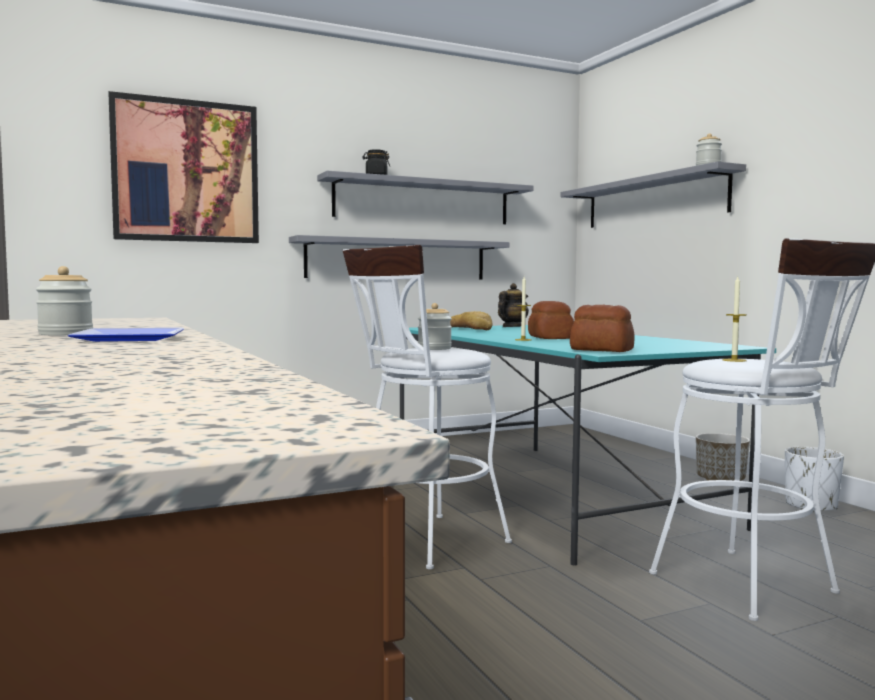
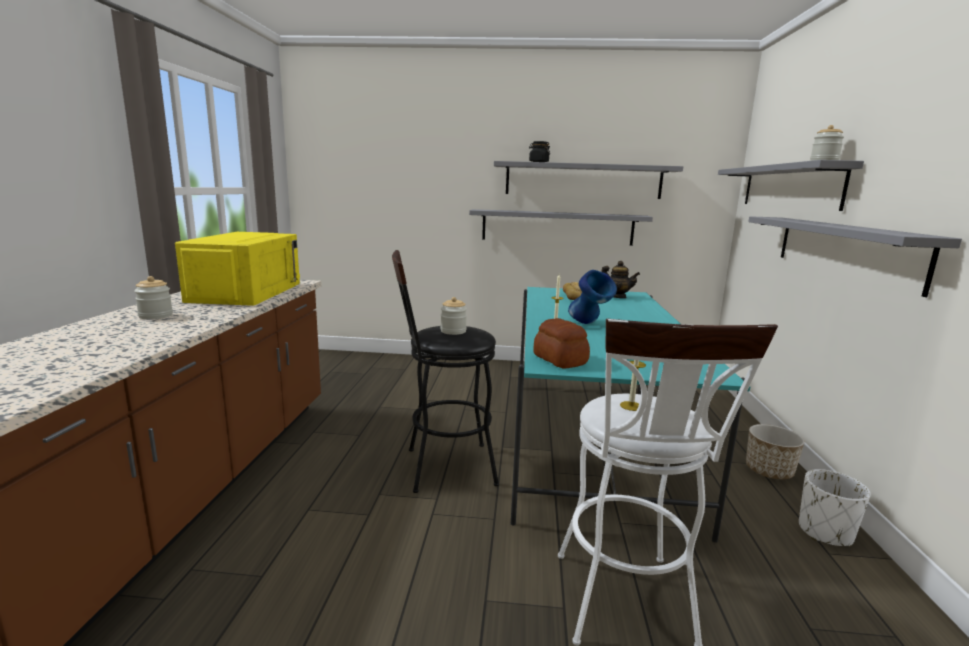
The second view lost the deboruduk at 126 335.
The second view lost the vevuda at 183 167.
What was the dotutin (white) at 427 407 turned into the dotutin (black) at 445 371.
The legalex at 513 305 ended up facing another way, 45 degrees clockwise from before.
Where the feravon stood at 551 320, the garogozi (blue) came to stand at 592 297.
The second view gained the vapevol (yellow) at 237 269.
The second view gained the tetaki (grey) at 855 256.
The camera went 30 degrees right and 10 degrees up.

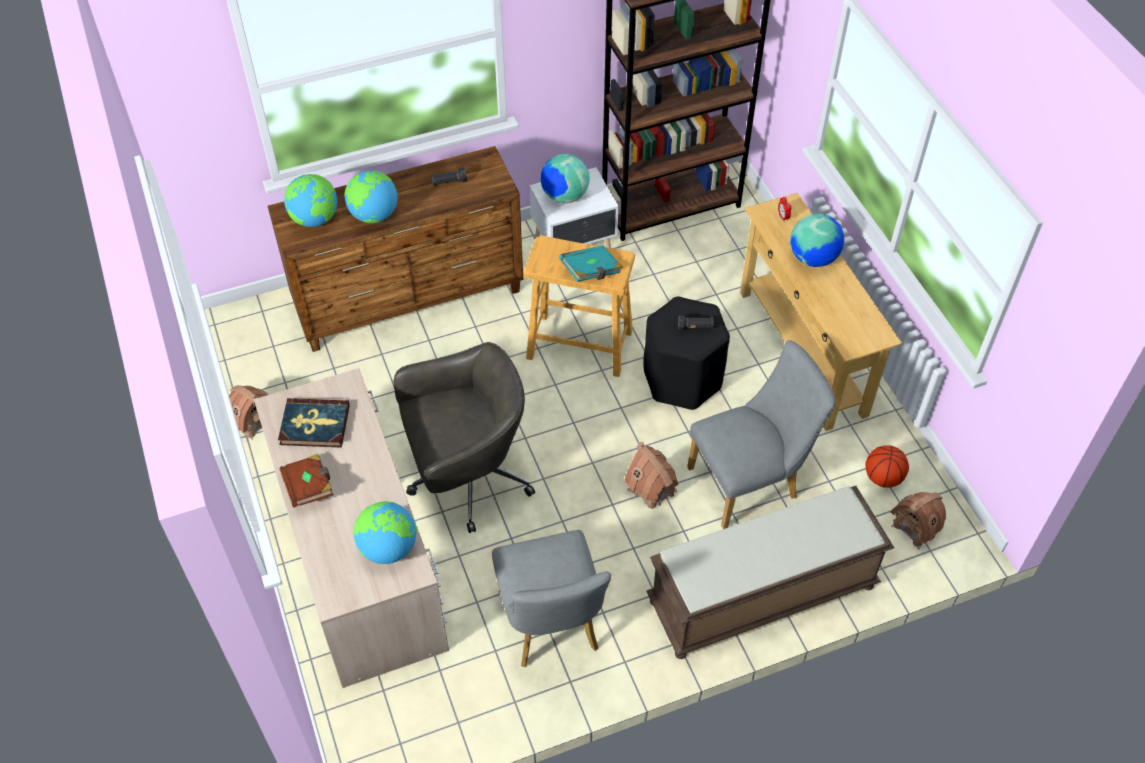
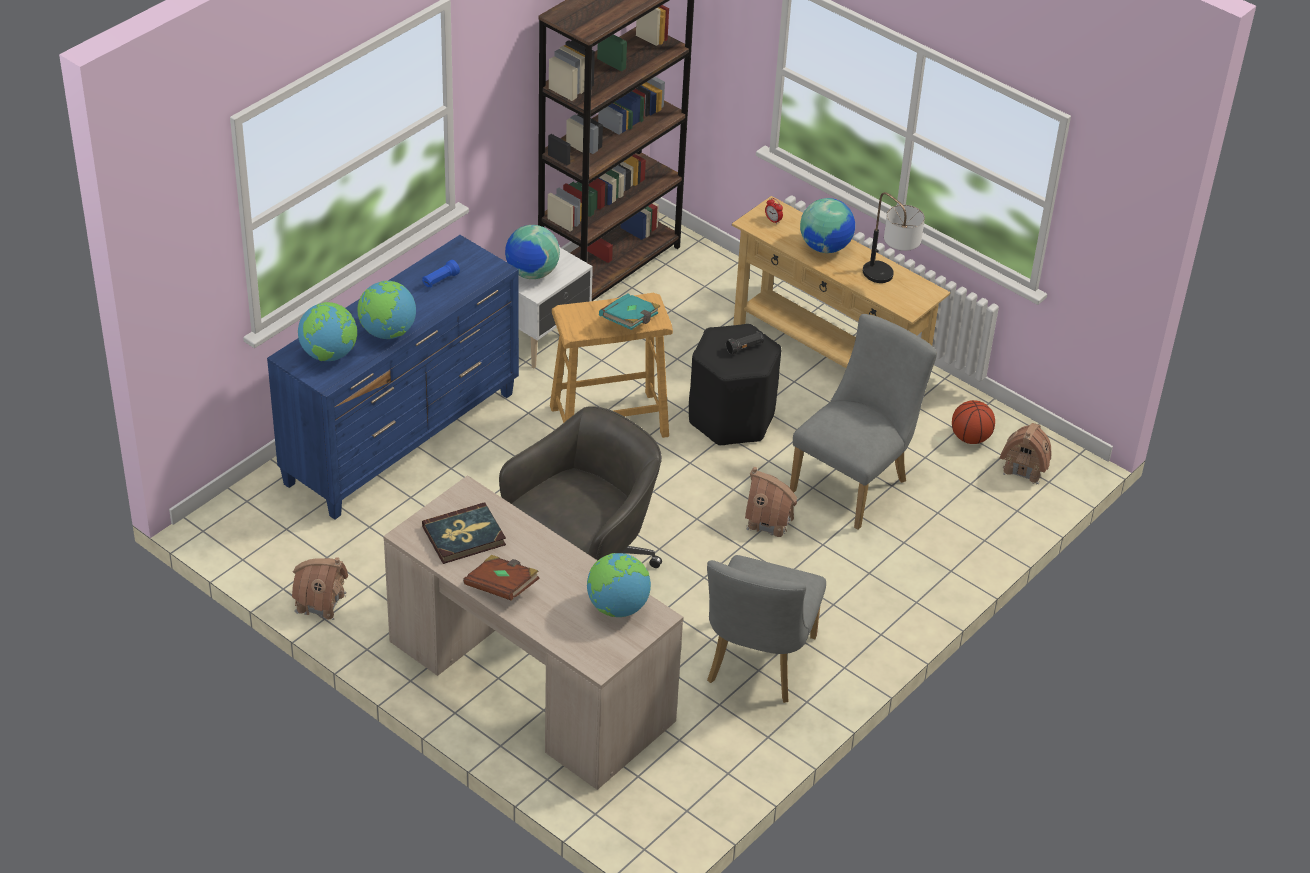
What was the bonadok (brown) at 395 249 turned into the bonadok (blue) at 393 377.
What was the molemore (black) at 449 177 turned into the molemore (blue) at 441 274.
The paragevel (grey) at 551 598 ended up facing another way, 60 degrees clockwise from before.
The second view lost the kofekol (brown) at 770 572.
The second view gained the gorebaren at 894 237.
The camera went 30 degrees left and 10 degrees down.

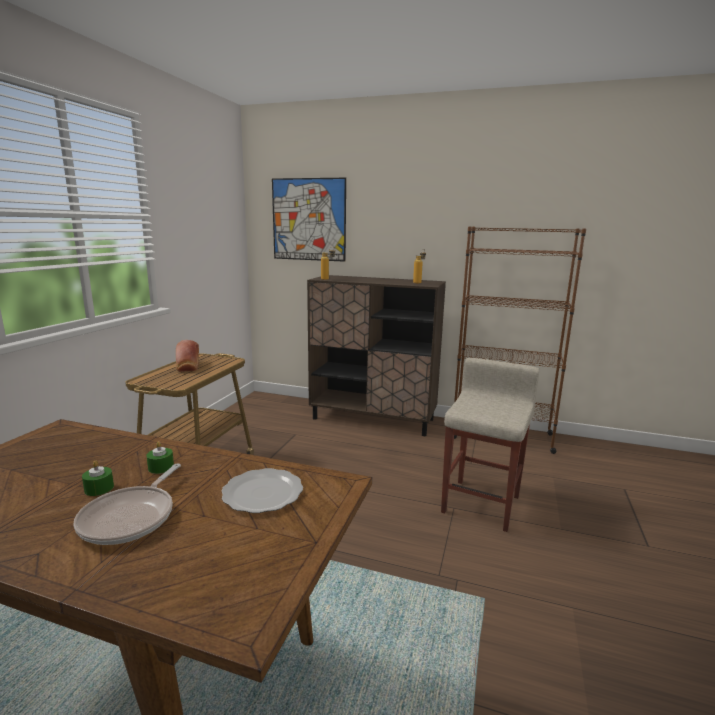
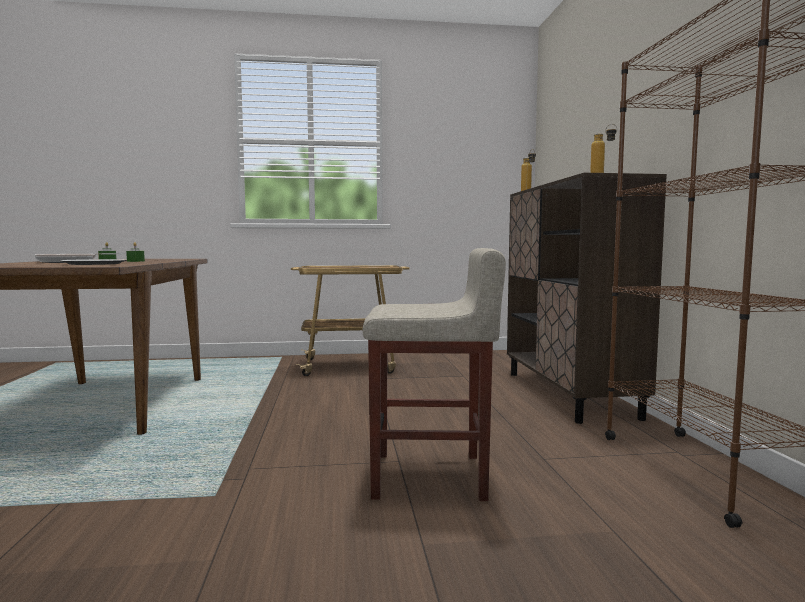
The second view lost the feravon at 187 356.
The second view lost the vevuda at 309 220.
The camera went 65 degrees right and 10 degrees down.

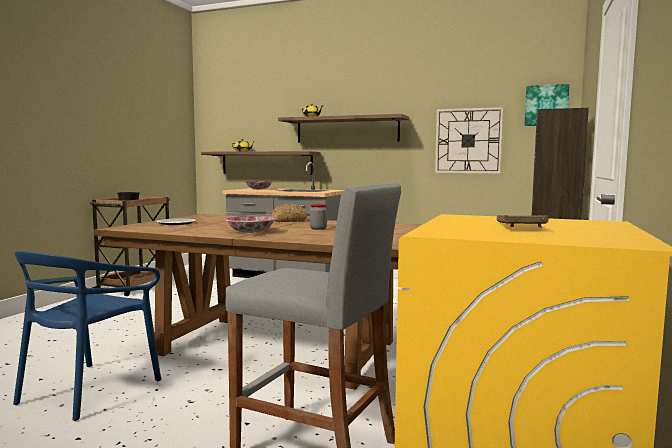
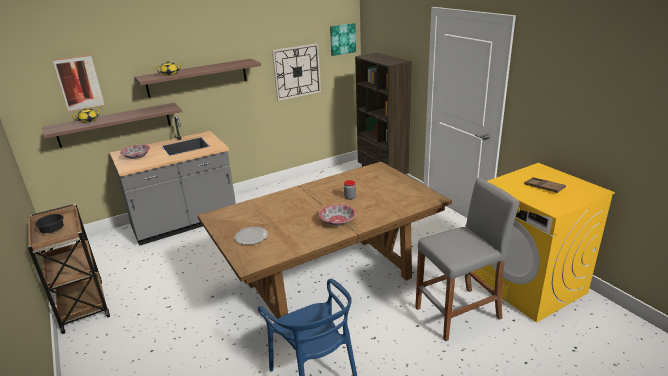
The second view lost the feravon at 289 212.
The second view gained the vevuda at 79 83.
The camera went 50 degrees left and 20 degrees up.

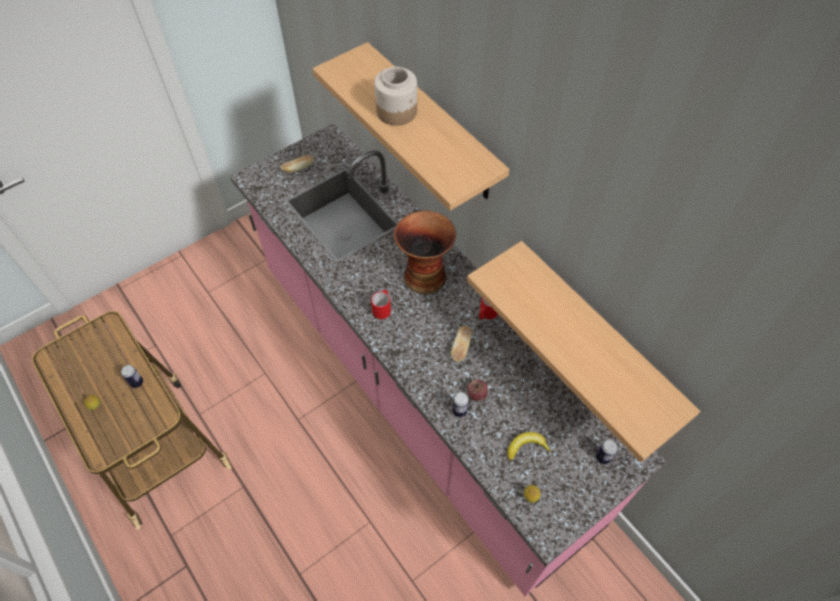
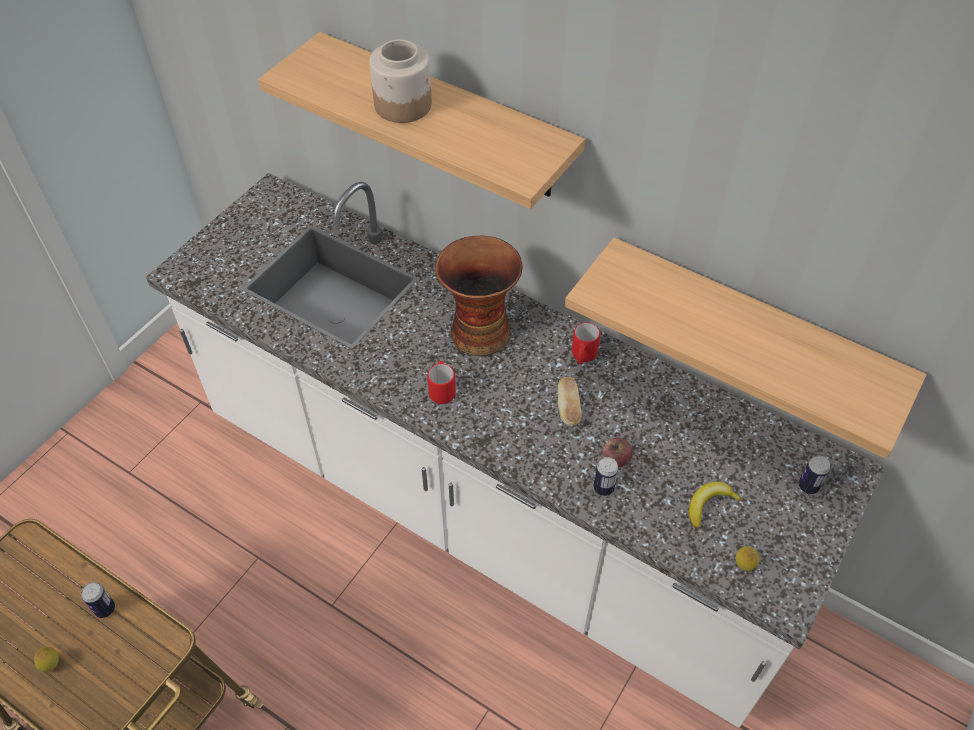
What was the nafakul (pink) at 448 360 turned into the nafakul (white) at 515 450.
The second view lost the feravon at 297 164.
The camera went 20 degrees left and 5 degrees down.

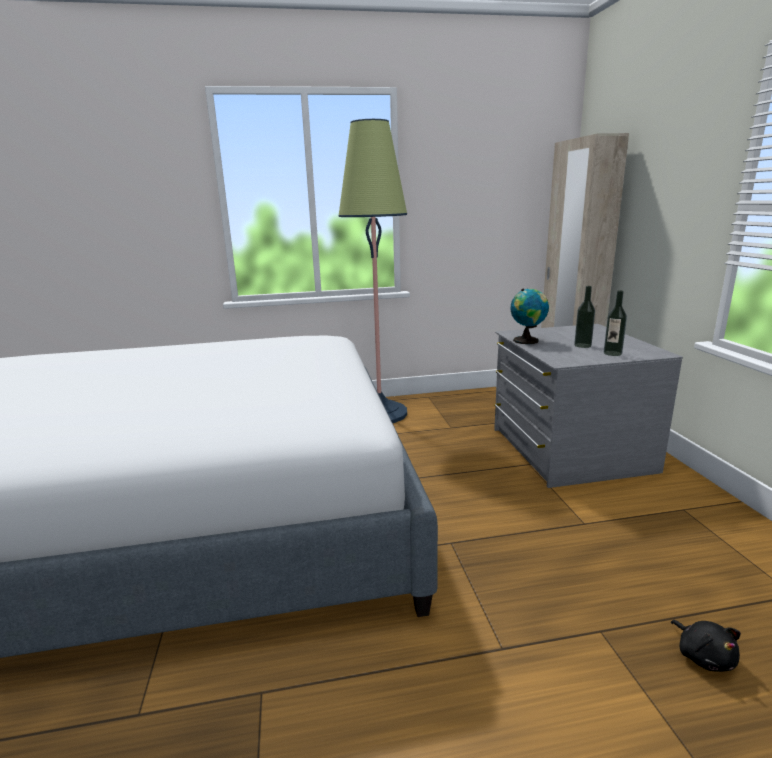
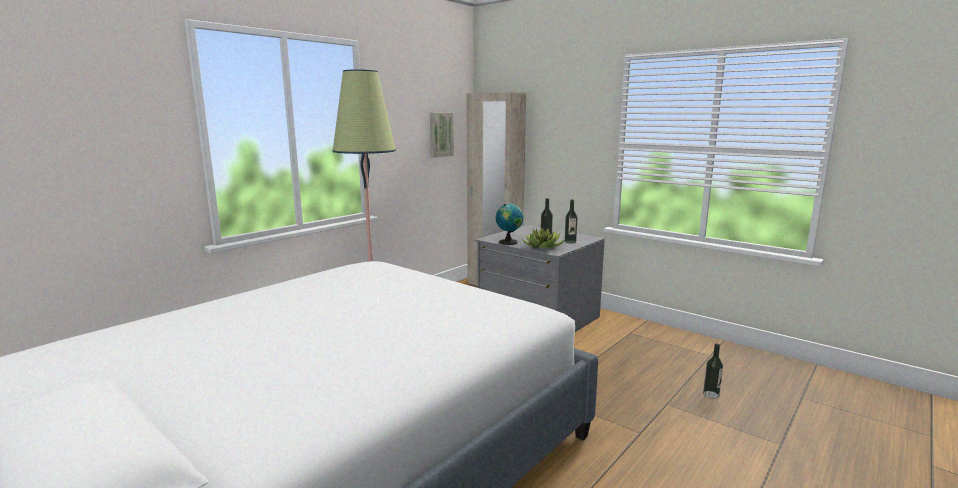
Where the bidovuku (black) stood at 706 646, the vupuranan came to stand at 713 371.
The second view gained the vevuda at 442 135.
The second view gained the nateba at 543 238.
The camera went 40 degrees left and 5 degrees down.

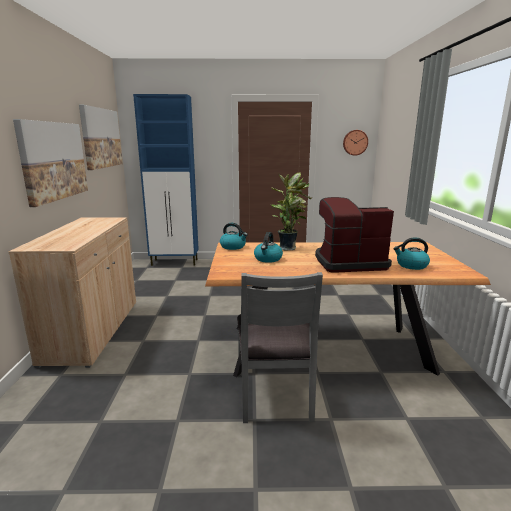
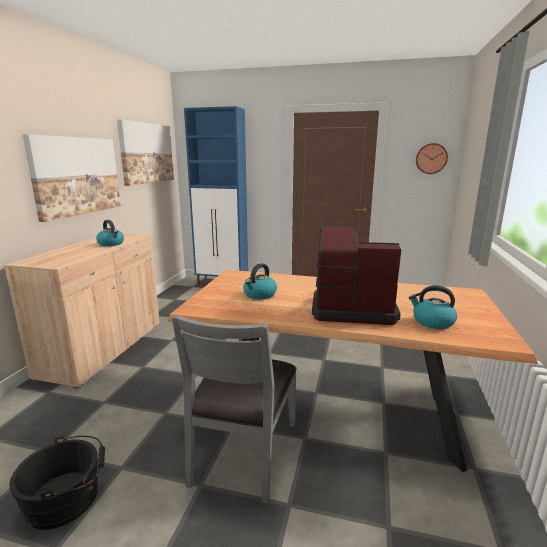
The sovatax ended up elsewhere, having gone from 234 236 to 110 233.
The second view lost the nateba at 291 211.
The second view gained the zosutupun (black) at 57 482.
The camera went 15 degrees right and 0 degrees up.

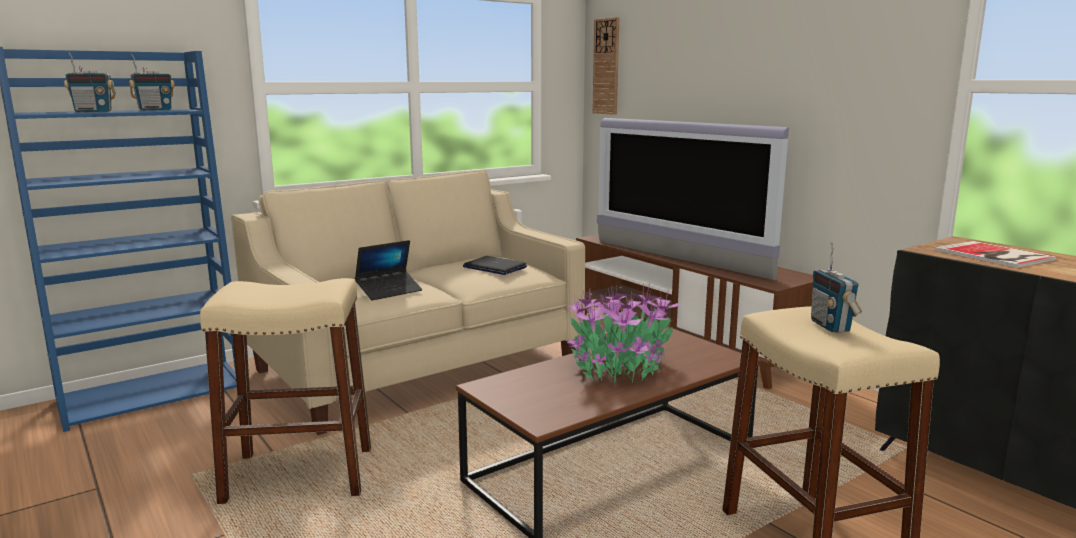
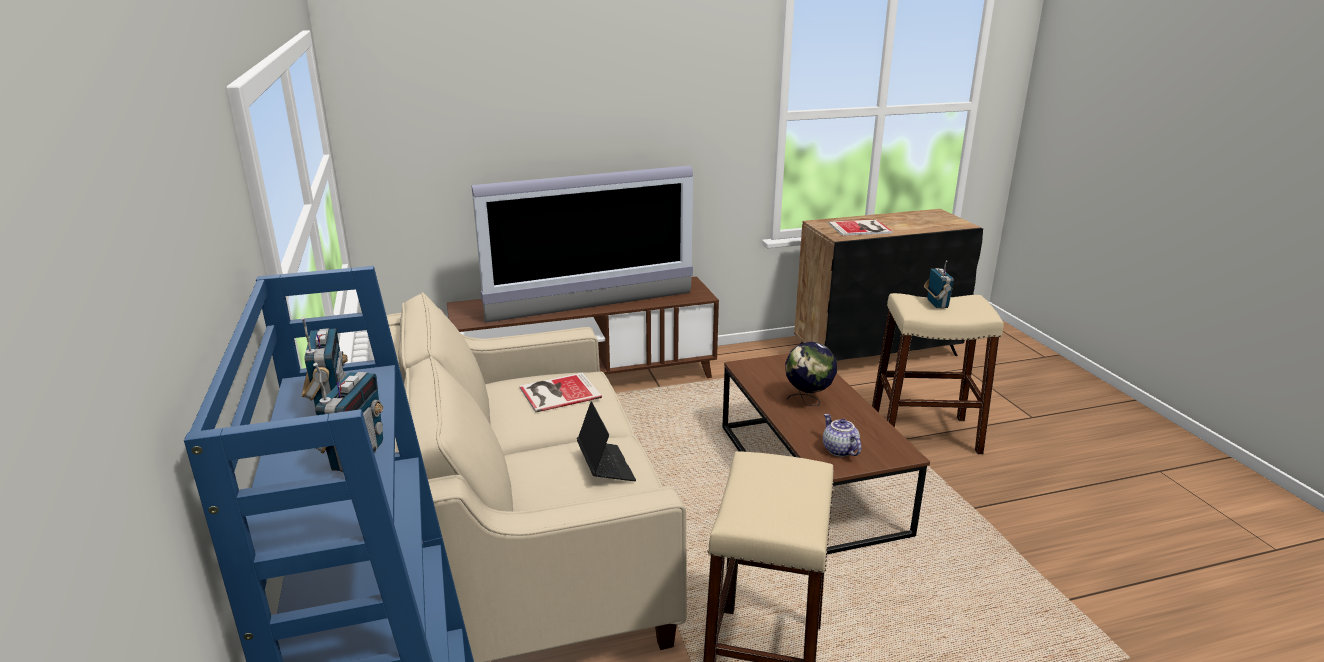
Where the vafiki stood at 495 265, the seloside came to stand at 560 392.
Where the nateba stood at 622 333, the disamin came to stand at 811 374.
The second view lost the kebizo at 605 66.
The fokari at 836 288 ended up facing another way, 105 degrees counterclockwise from before.
The second view gained the legalex at 842 435.
The camera went 70 degrees left and 10 degrees up.

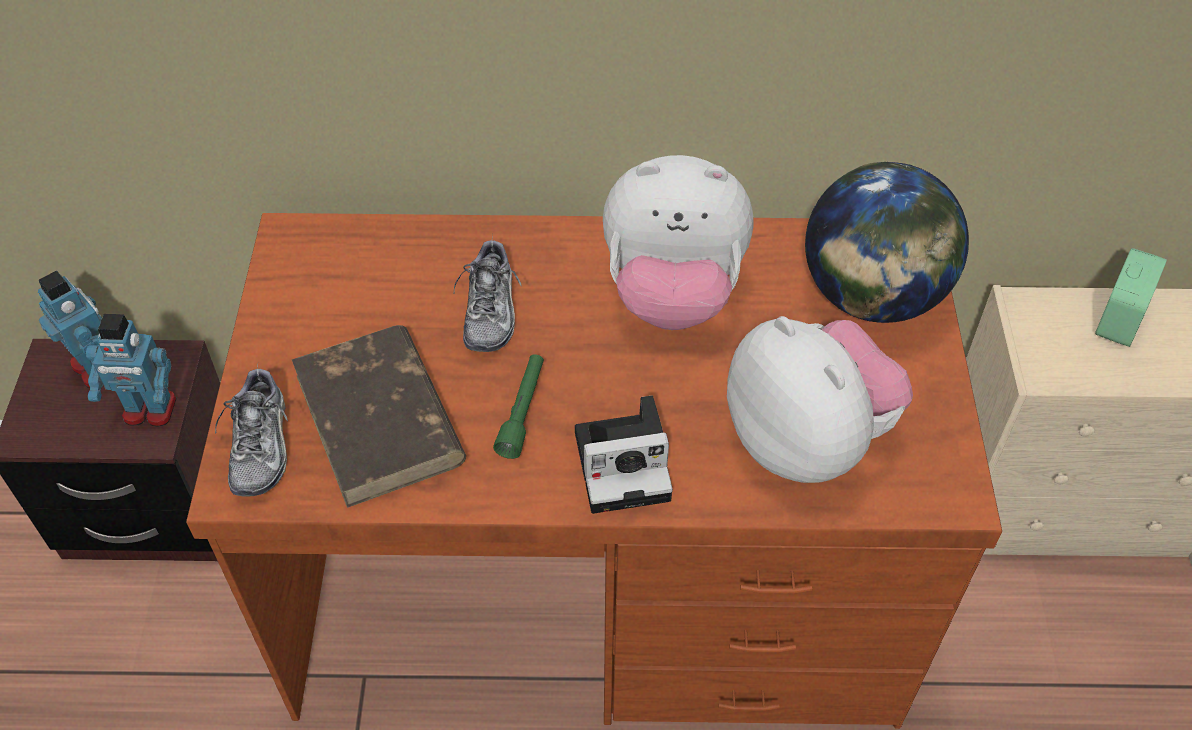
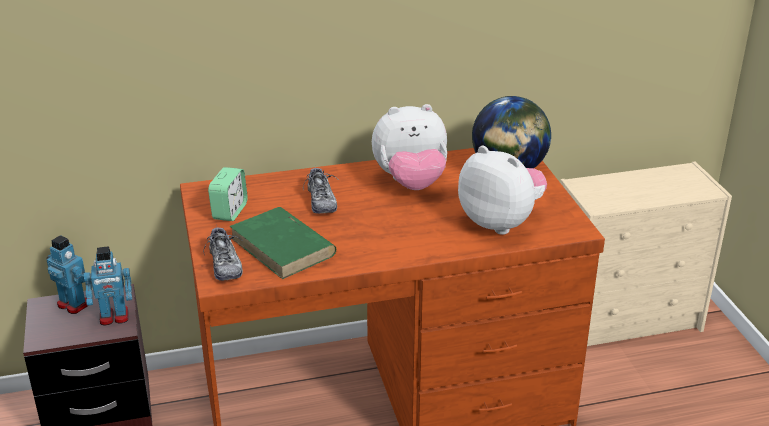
What was the seloside (brown) at 379 416 turned into the seloside (green) at 283 243.
The second view lost the molemore (green) at 518 406.
The second view lost the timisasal at 624 454.
The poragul ended up elsewhere, having gone from 1131 297 to 228 194.
The camera went 15 degrees left and 20 degrees down.

